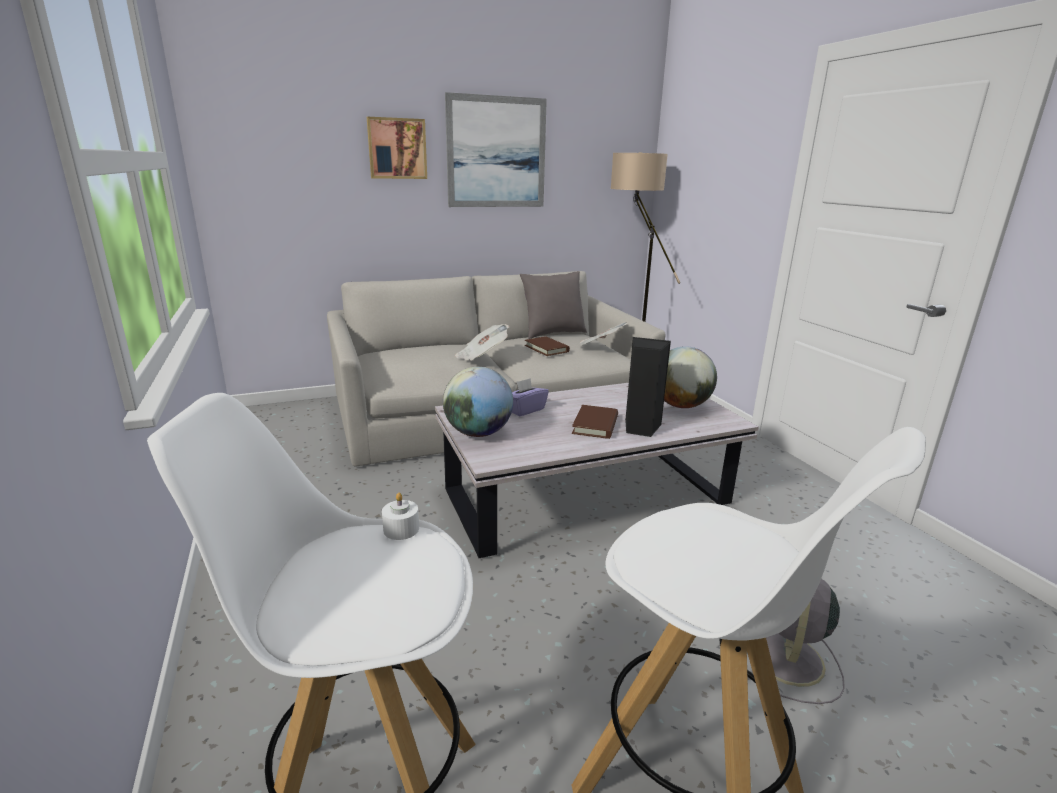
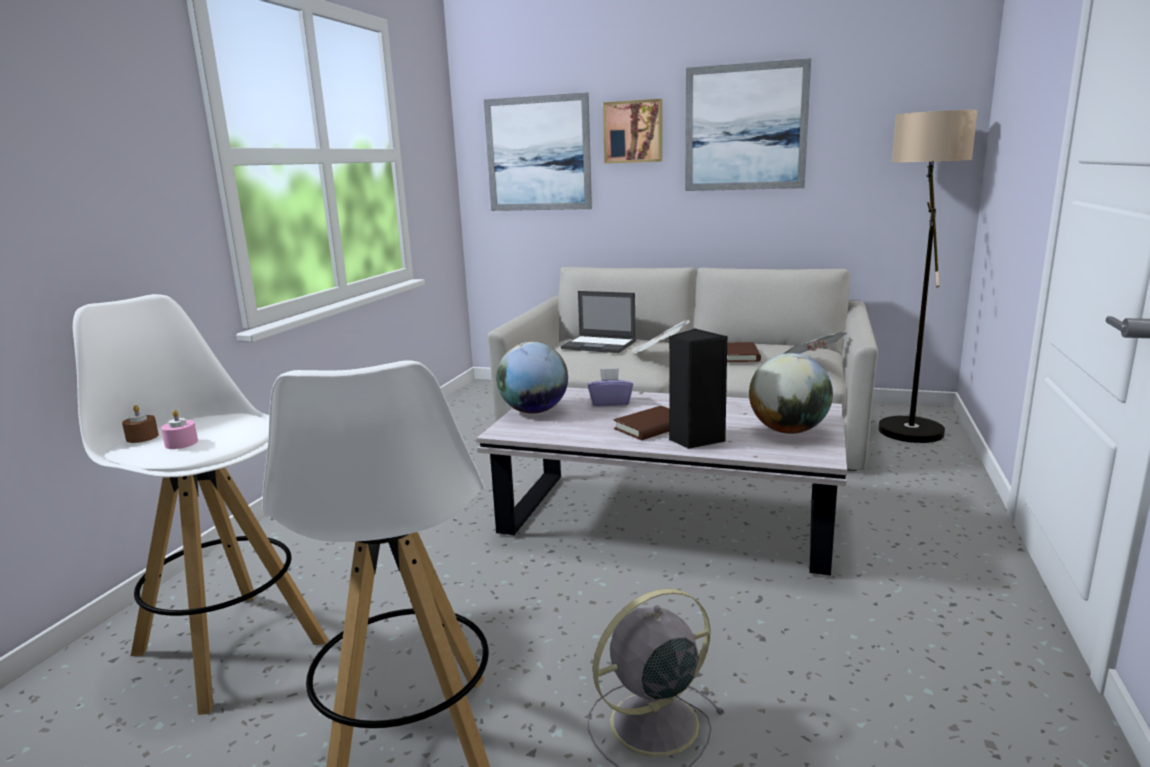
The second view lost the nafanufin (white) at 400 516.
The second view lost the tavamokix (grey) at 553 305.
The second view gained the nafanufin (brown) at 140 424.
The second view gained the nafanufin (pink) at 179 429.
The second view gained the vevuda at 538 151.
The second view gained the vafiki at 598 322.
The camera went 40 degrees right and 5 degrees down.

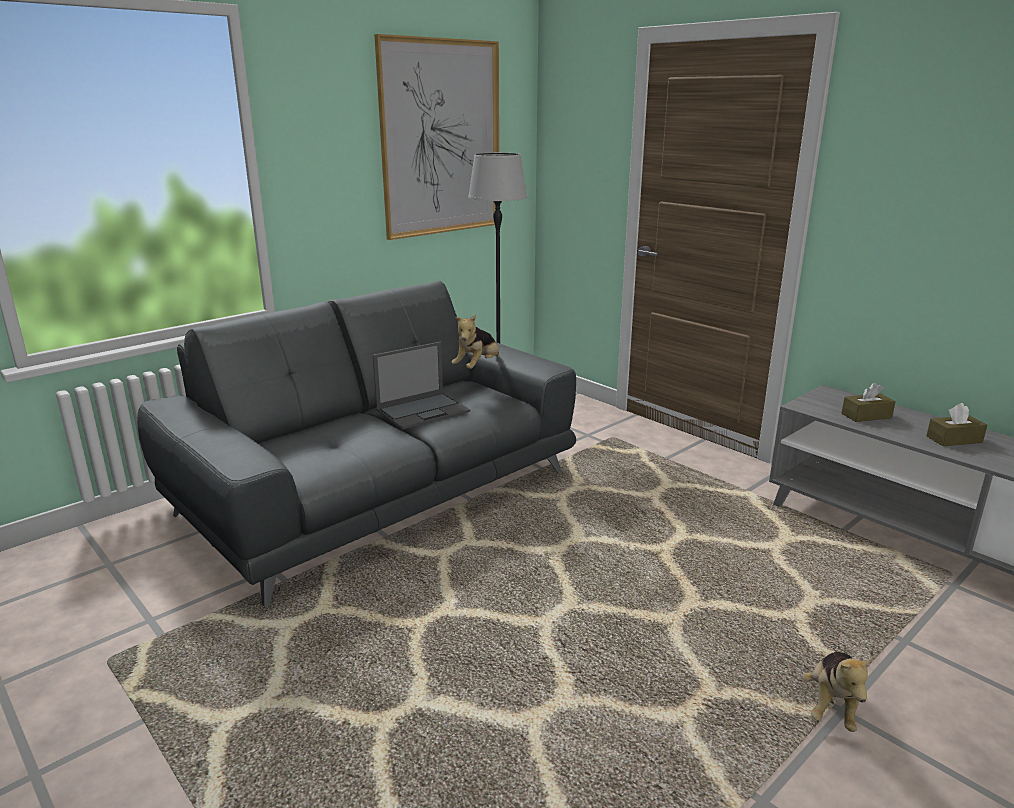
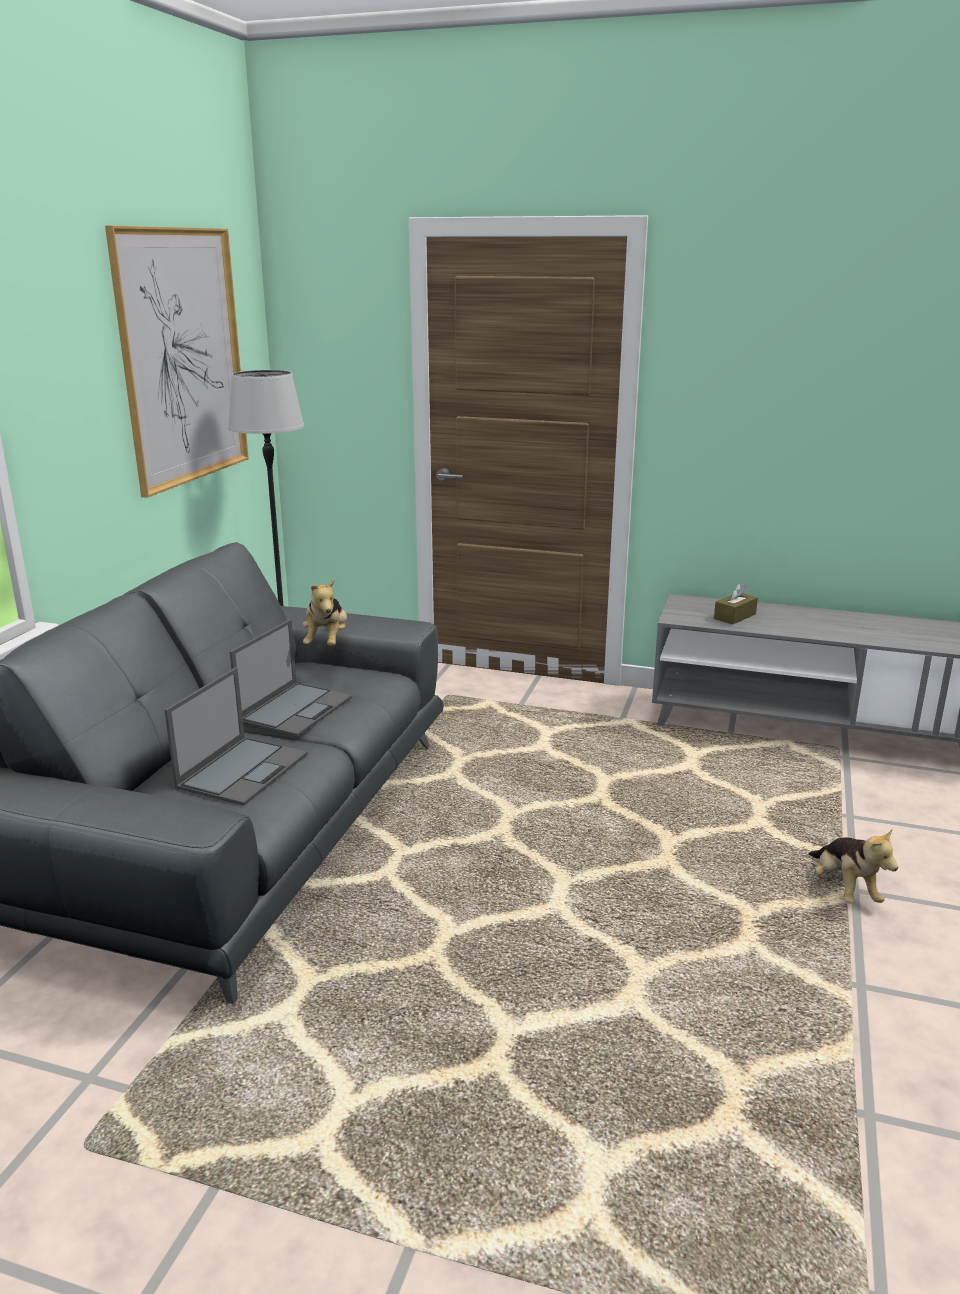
The second view lost the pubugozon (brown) at 957 424.
The second view gained the vafiki at 235 736.
The camera went 30 degrees left and 0 degrees up.

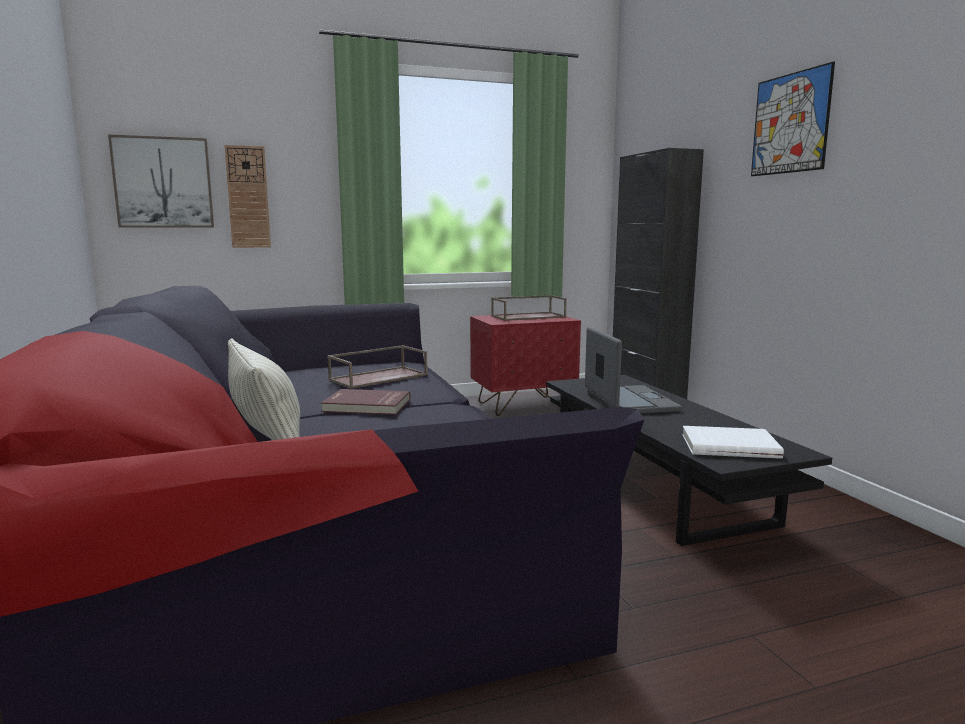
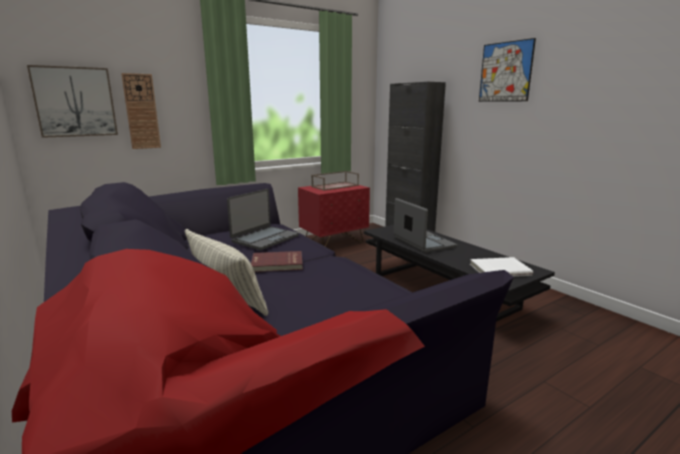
Where the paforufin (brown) stood at 377 367, the vafiki came to stand at 263 219.
The camera went 15 degrees left and 5 degrees up.

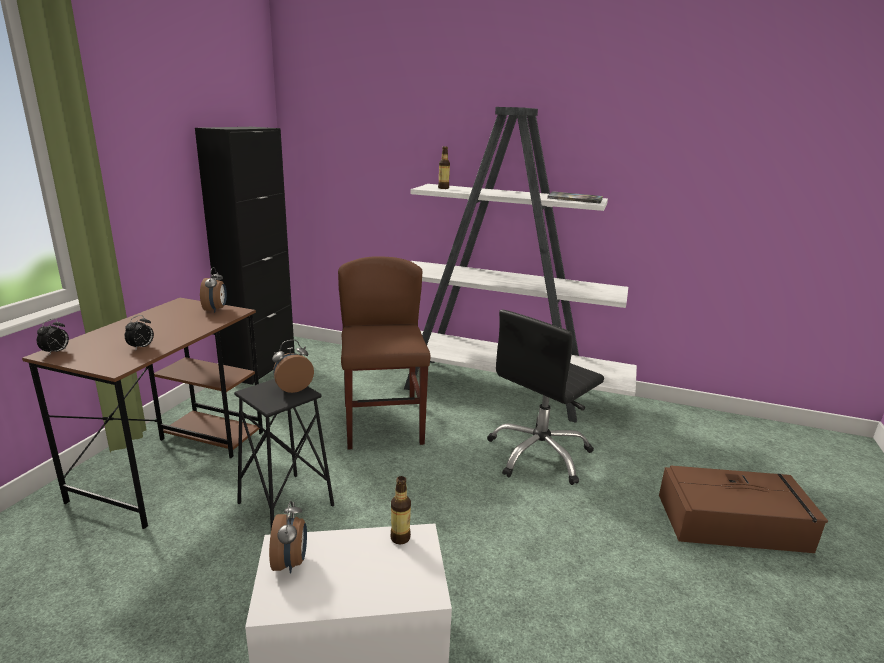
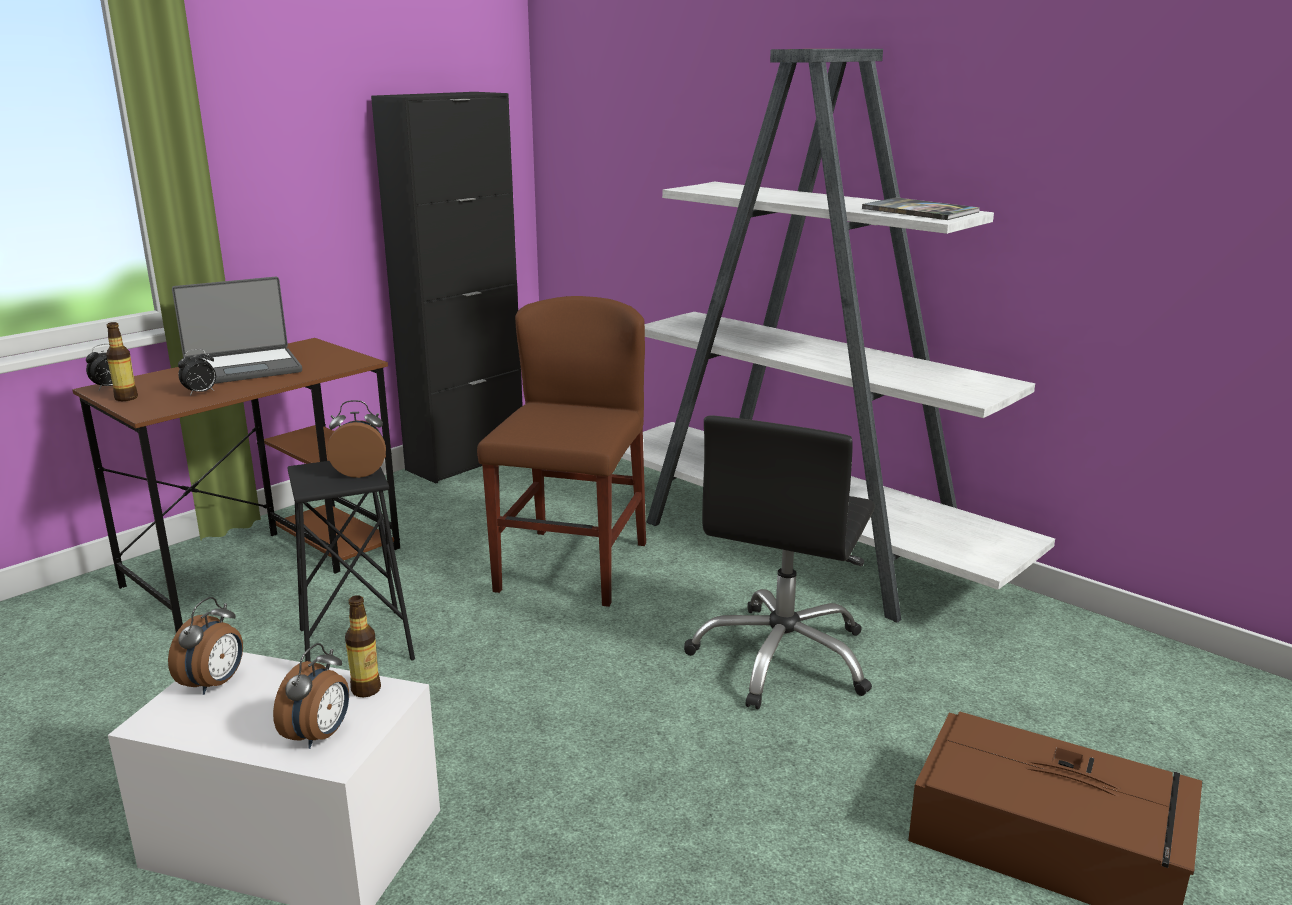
The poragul ended up elsewhere, having gone from 213 290 to 311 696.
The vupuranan ended up elsewhere, having gone from 444 167 to 122 361.
The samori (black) at 545 397 ended up facing another way, 45 degrees counterclockwise from before.
The second view gained the vafiki at 237 330.
The camera went 25 degrees right and 0 degrees up.

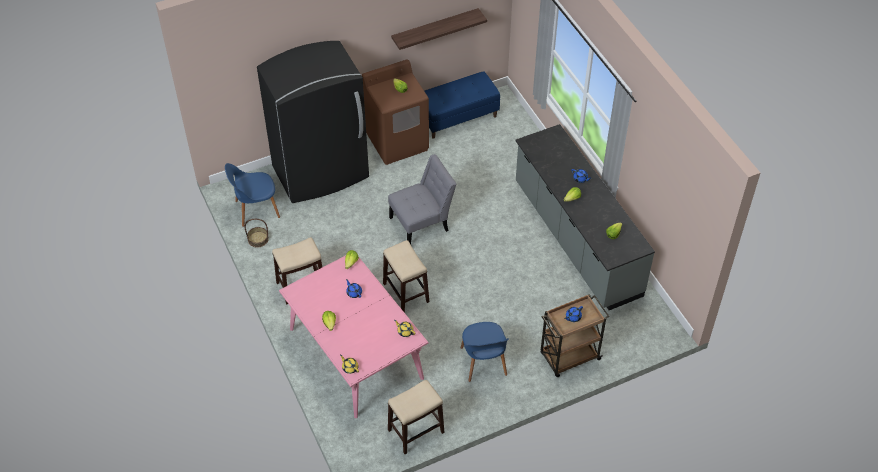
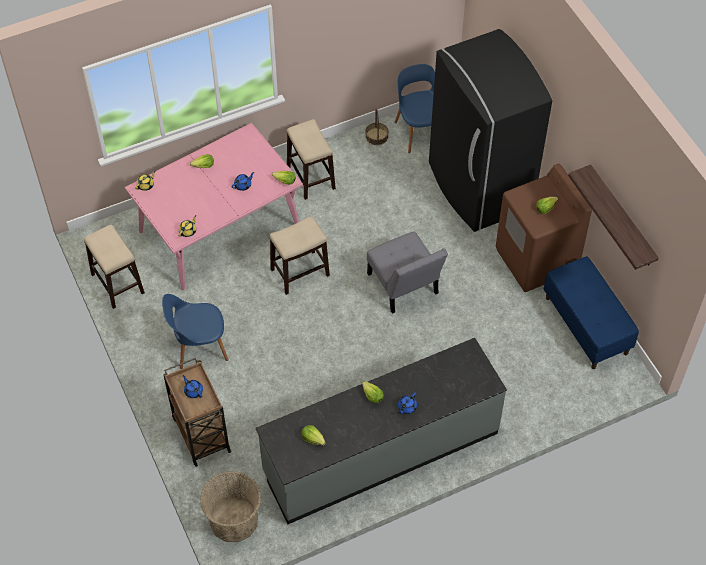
The second view gained the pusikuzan at 230 506.
The camera went 90 degrees right and 5 degrees up.

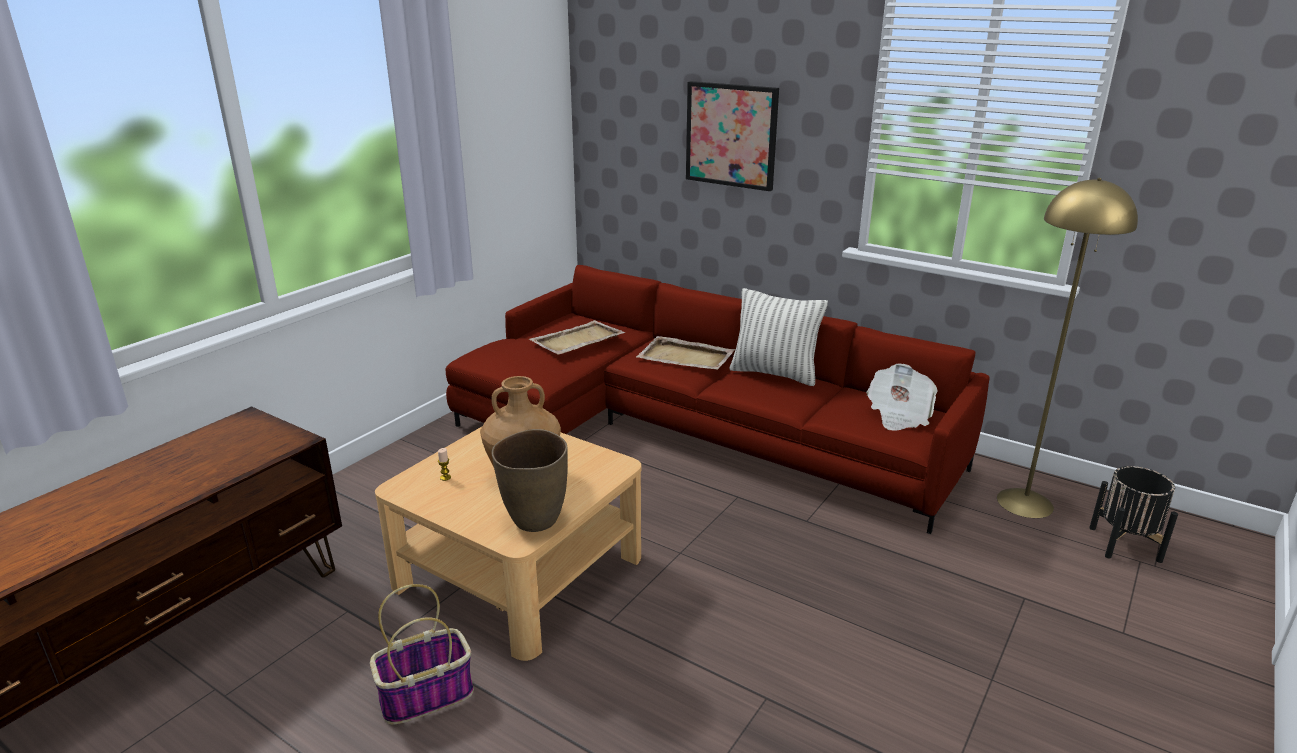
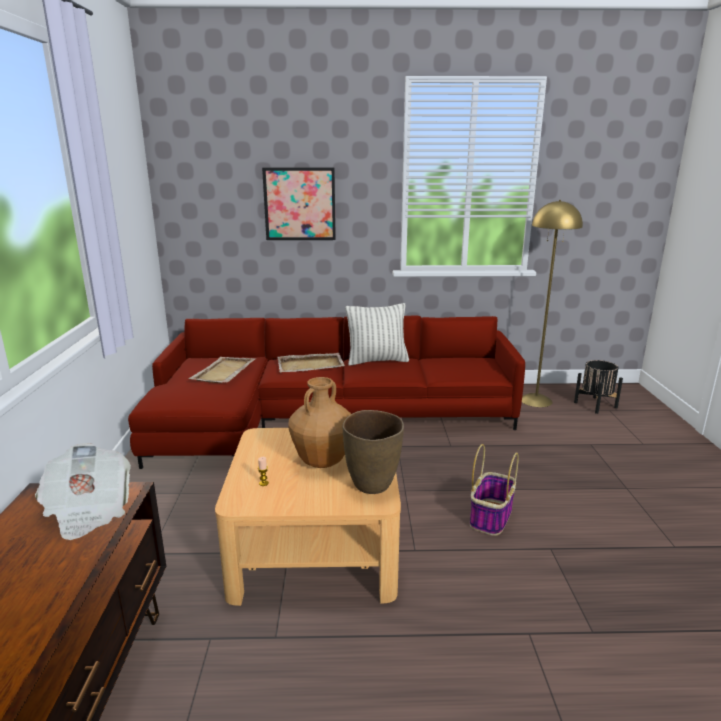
The pusikuzan ended up elsewhere, having gone from 422 654 to 494 490.
The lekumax ended up elsewhere, having gone from 902 397 to 83 491.
The camera went 35 degrees left and 5 degrees down.

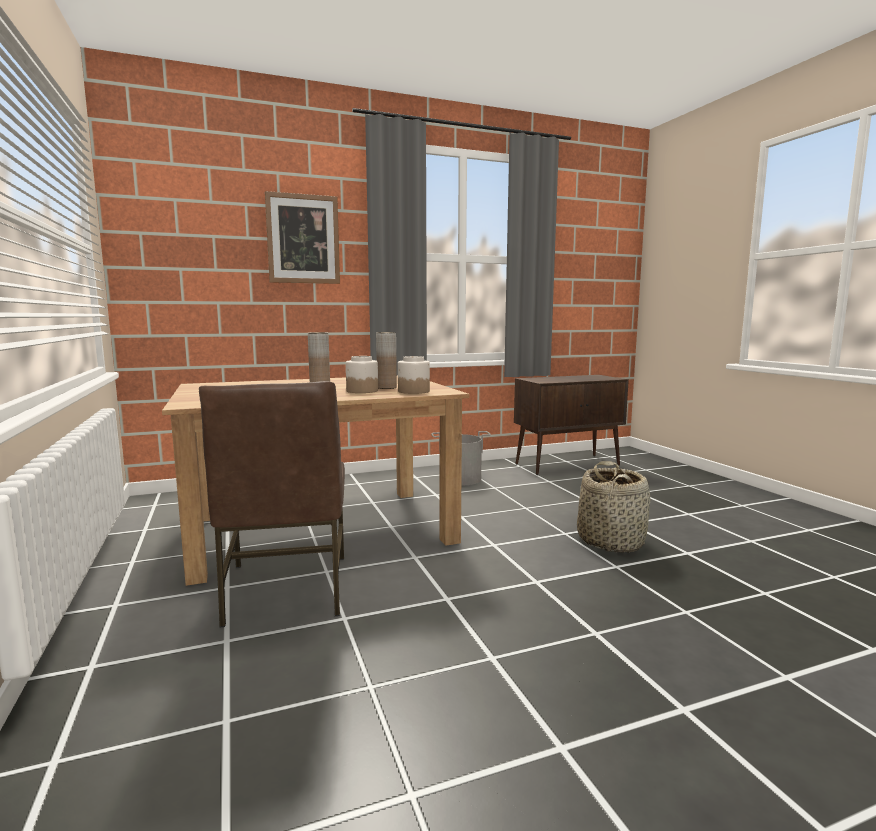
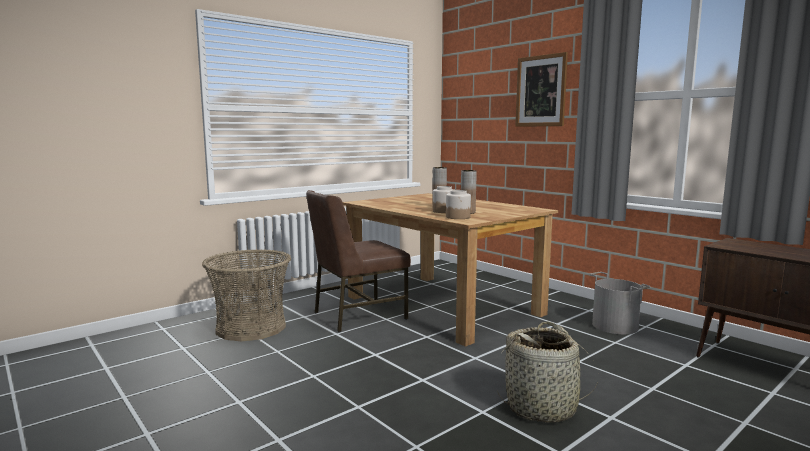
The second view gained the pusikuzan at 246 295.
The camera went 70 degrees right and 0 degrees up.

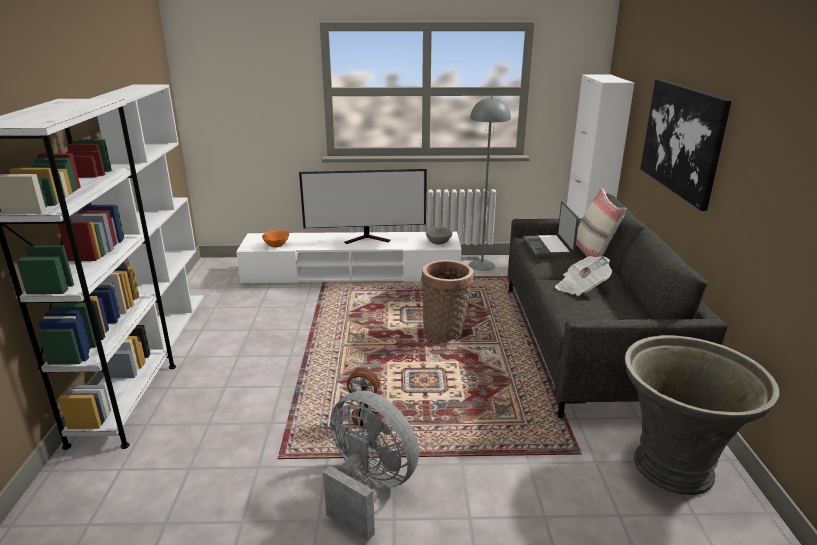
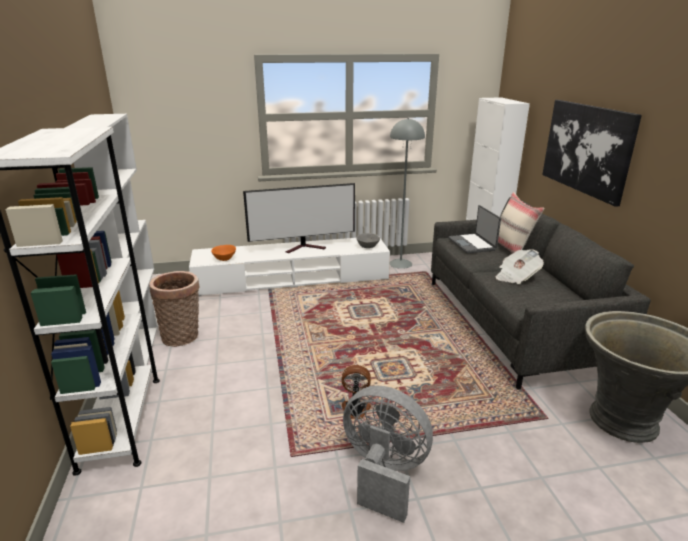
The pusikuzan ended up elsewhere, having gone from 447 301 to 174 309.
The camera went 10 degrees left and 0 degrees up.

